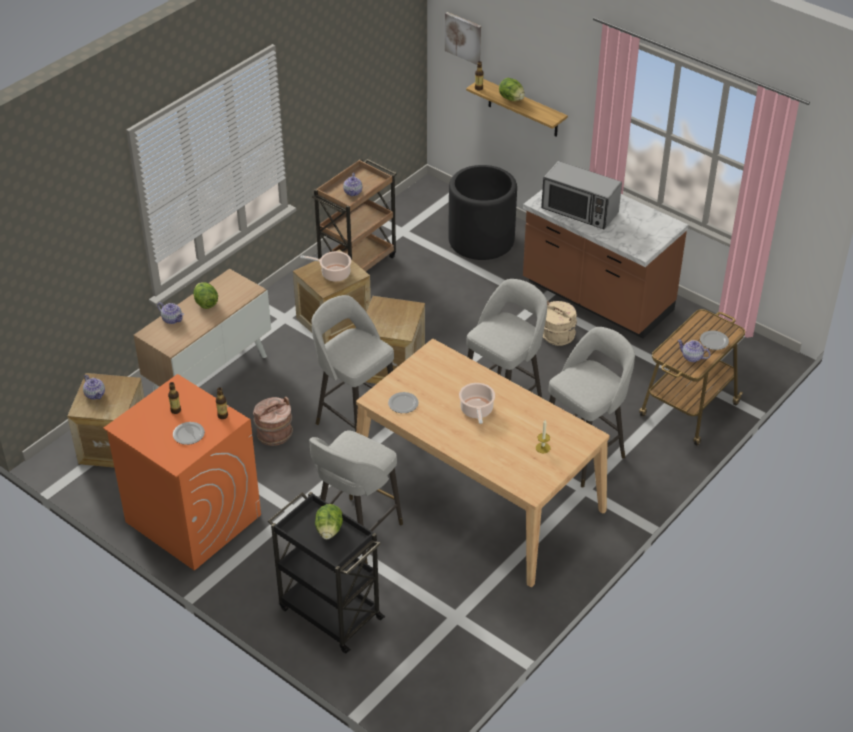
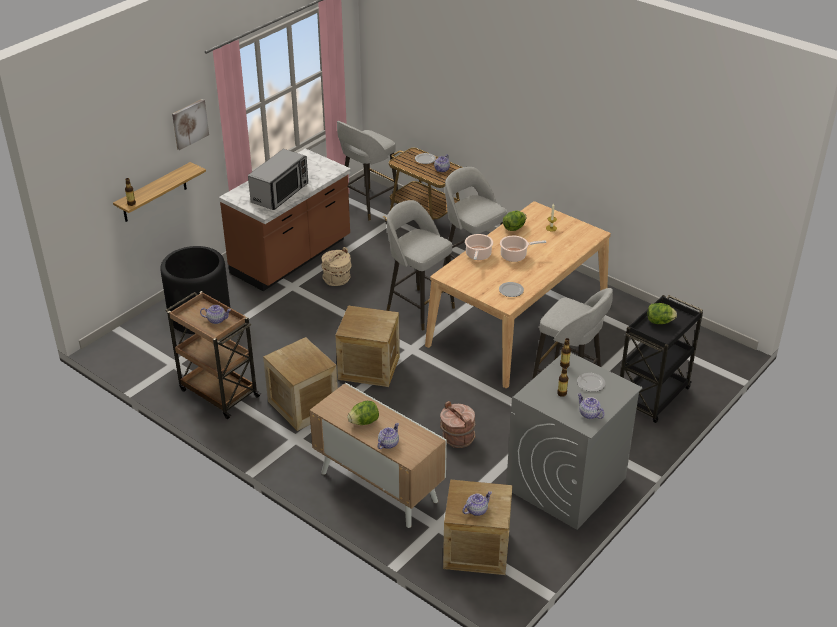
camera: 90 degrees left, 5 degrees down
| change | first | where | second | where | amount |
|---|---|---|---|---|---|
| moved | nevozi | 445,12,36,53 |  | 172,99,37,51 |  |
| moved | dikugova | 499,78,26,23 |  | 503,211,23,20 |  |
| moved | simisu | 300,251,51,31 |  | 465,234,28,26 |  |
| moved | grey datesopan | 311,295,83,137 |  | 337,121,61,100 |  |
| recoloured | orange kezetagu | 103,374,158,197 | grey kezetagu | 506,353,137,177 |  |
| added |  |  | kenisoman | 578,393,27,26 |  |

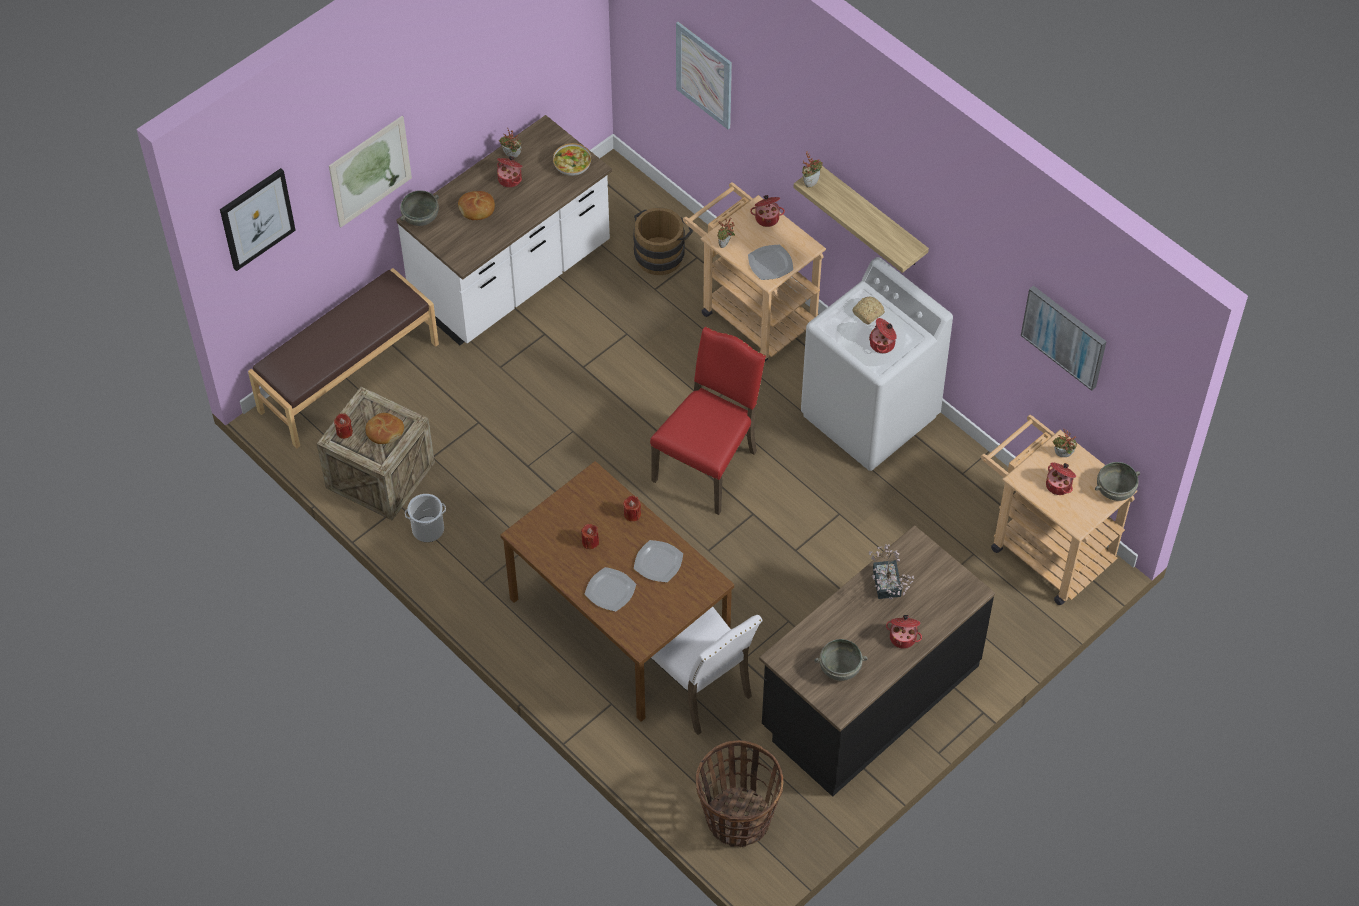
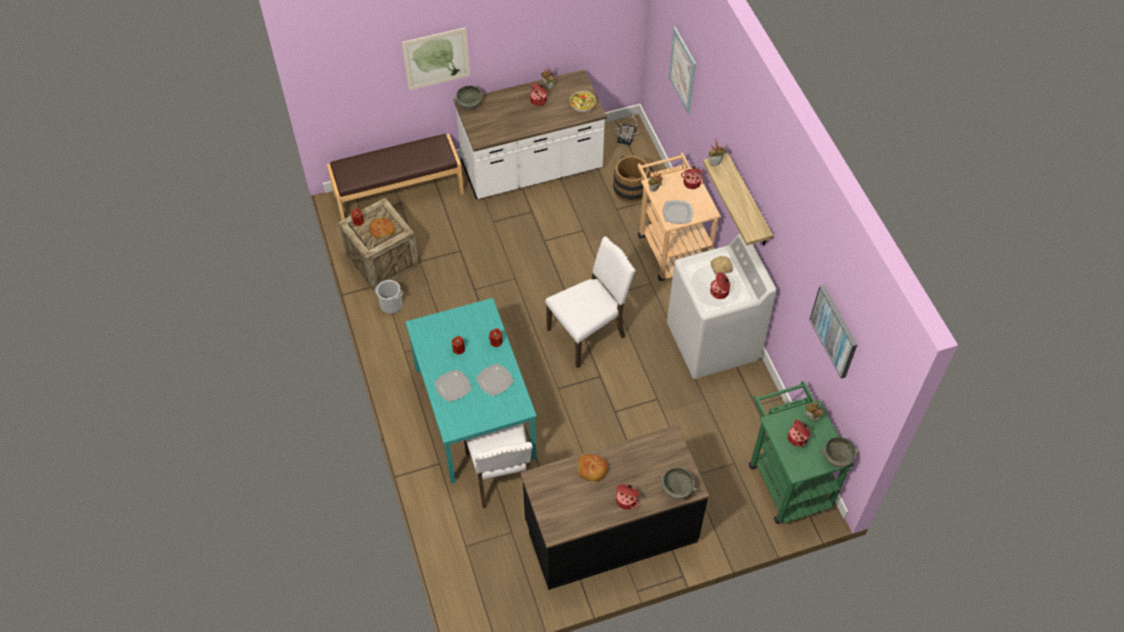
camera: 25 degrees right, 0 degrees up
| change | first | where | second | where | amount |
|---|---|---|---|---|---|
| removed | nevozi | 220,168,76,103 |  |  |  |
| moved | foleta | 458,191,37,29 |  | 578,454,29,27 |  |
| recoloured | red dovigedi | 650,327,116,188 | white dovigedi | 545,236,91,132 |  |
| recoloured | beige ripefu | 981,415,156,190 | green ripefu | 749,381,105,143 |  |
| recoloured | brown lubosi | 500,461,234,261 | turquoise lubosi | 405,298,132,186 |  |
| moved | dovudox | 869,544,45,55 |  | 614,113,24,33 |  |
| moved | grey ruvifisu | 814,639,54,42 |  | 659,468,38,32 |  |
| removed | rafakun | 696,740,87,107 |  |  |  |

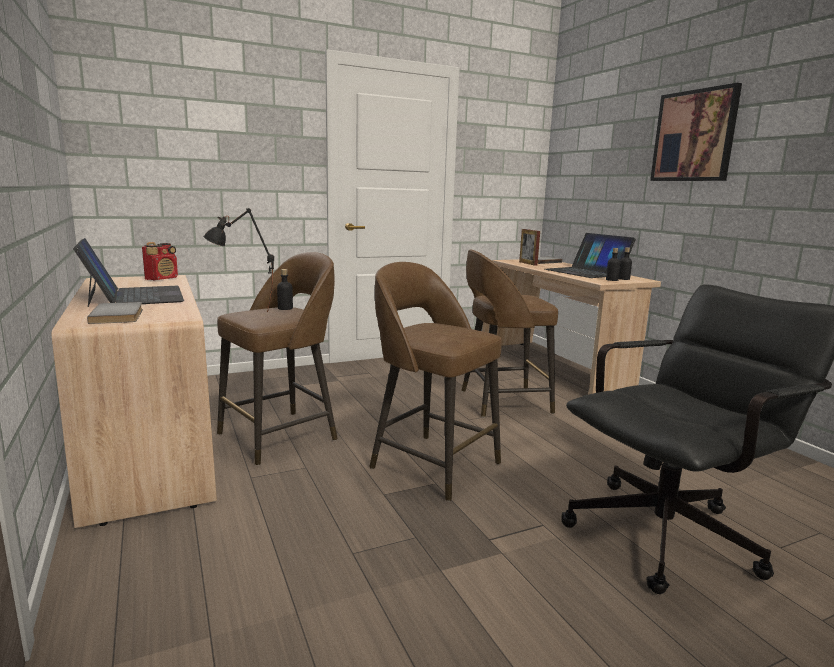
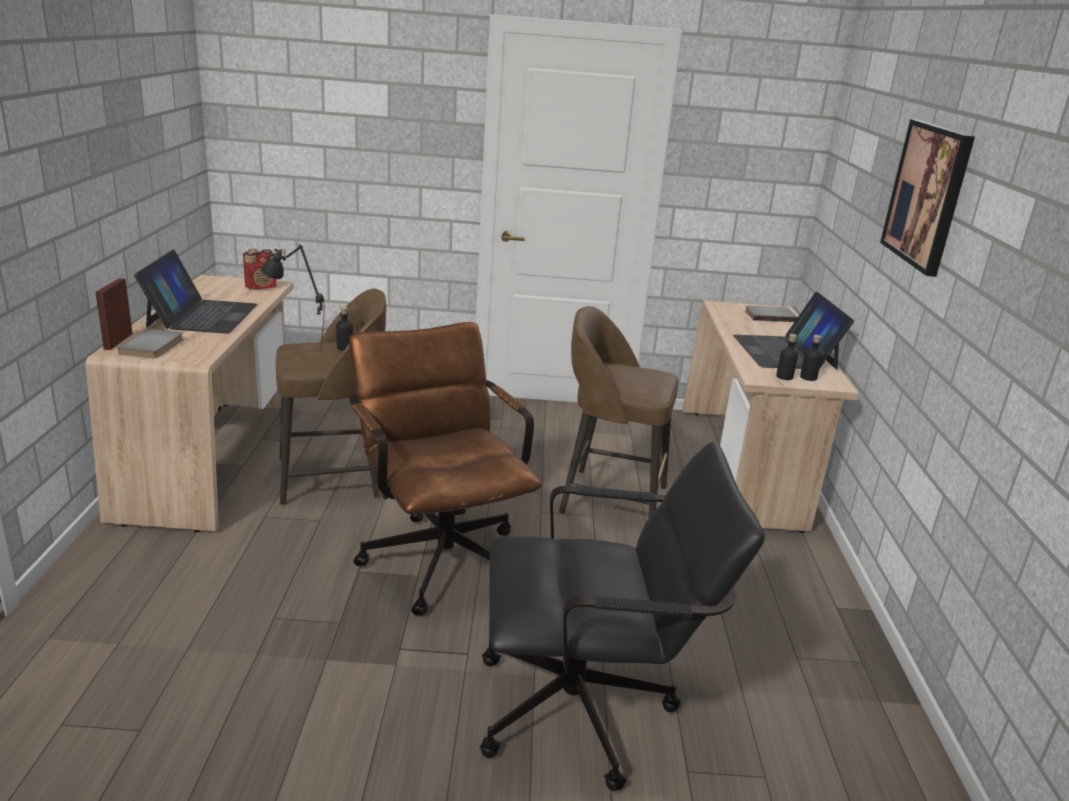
camera: 25 degrees right, 10 degrees up
| change | first | where | second | where | amount |
|---|---|---|---|---|---|
| moved | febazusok | 519,229,21,37 |  | 95,278,38,72 |  |
| replaced | brown datesopan | 369,262,133,239 | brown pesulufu | 349,322,193,294 |  |

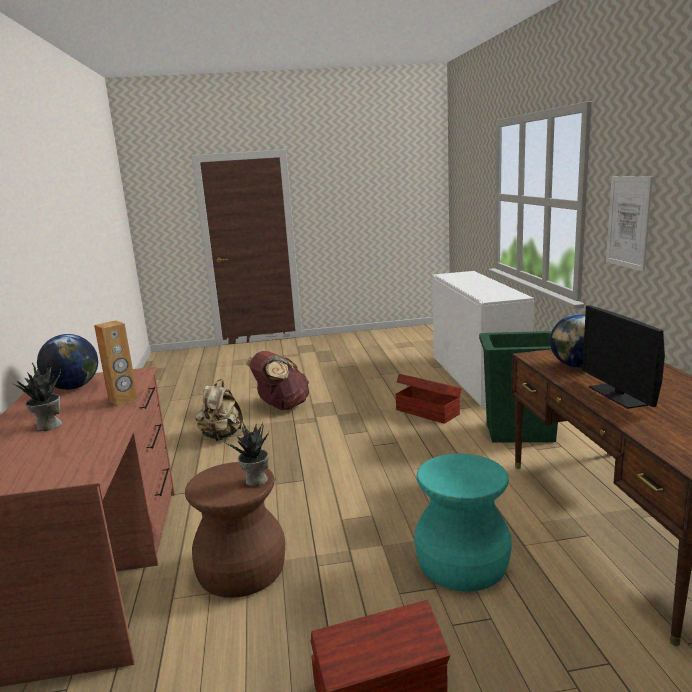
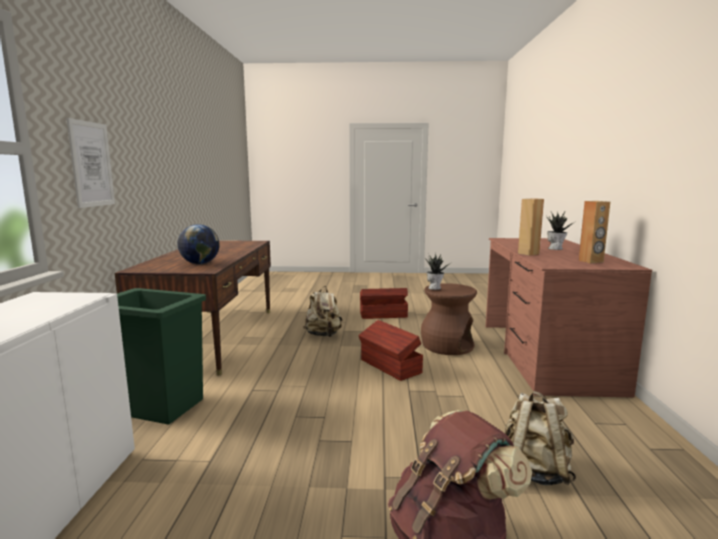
camera: 170 degrees left, 5 degrees down
| change | first | where | second | where | amount |
|---|---|---|---|---|---|
| removed | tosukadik | 582,305,83,104 |  |  |  |
| replaced | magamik | 37,334,61,56 | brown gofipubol | 578,201,32,62 |  |
| moved | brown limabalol | 396,374,66,50 |  | 358,320,65,61 |  |
| replaced | turquoise datesopan | 415,453,96,139 | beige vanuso | 303,286,40,51 |  |

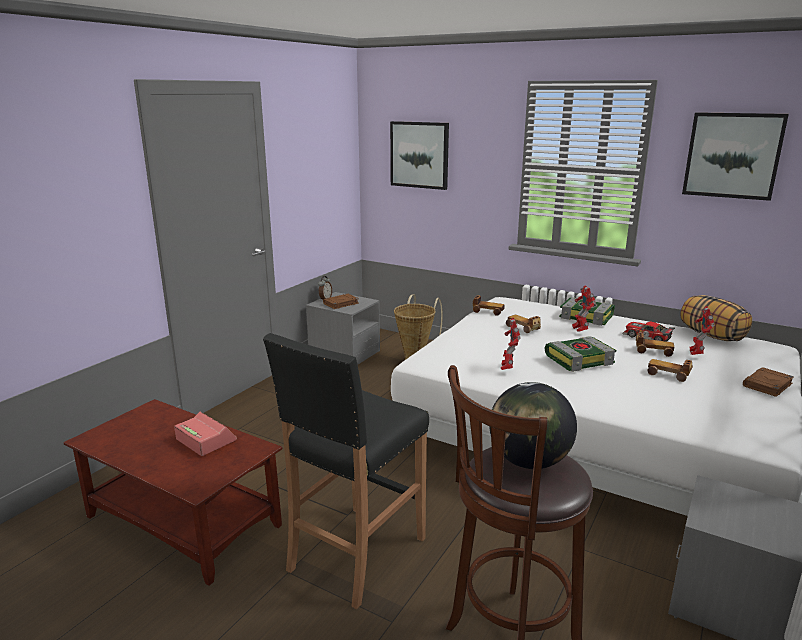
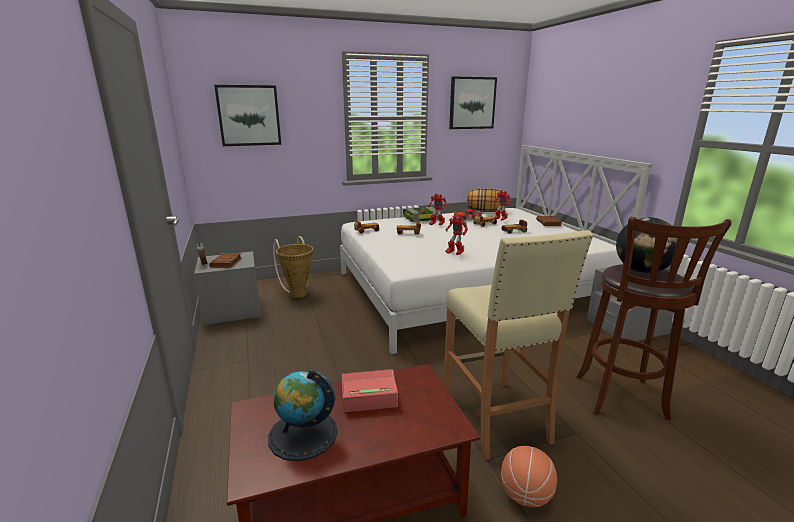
camera: 50 degrees left, 0 degrees up
| change | first | where | second | where | amount |
|---|---|---|---|---|---|
| recoloured | black datesopan | 263,333,166,276 | beige datesopan | 443,230,150,230 |  |
| removed | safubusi | 545,336,71,36 |  |  |  |
| added |  |  | magamik | 268,369,70,92 |  |
| added |  |  | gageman | 501,446,56,61 |  |

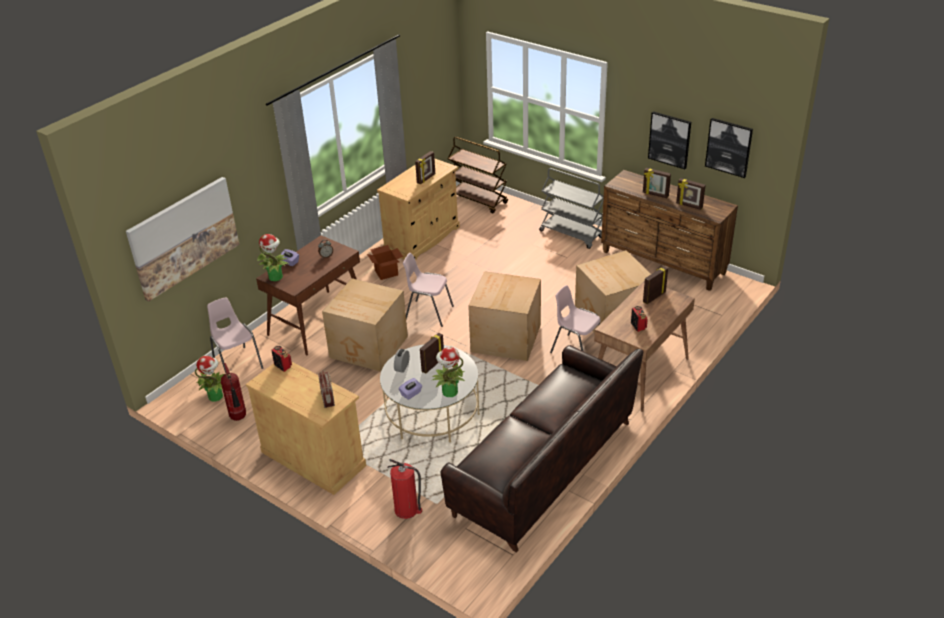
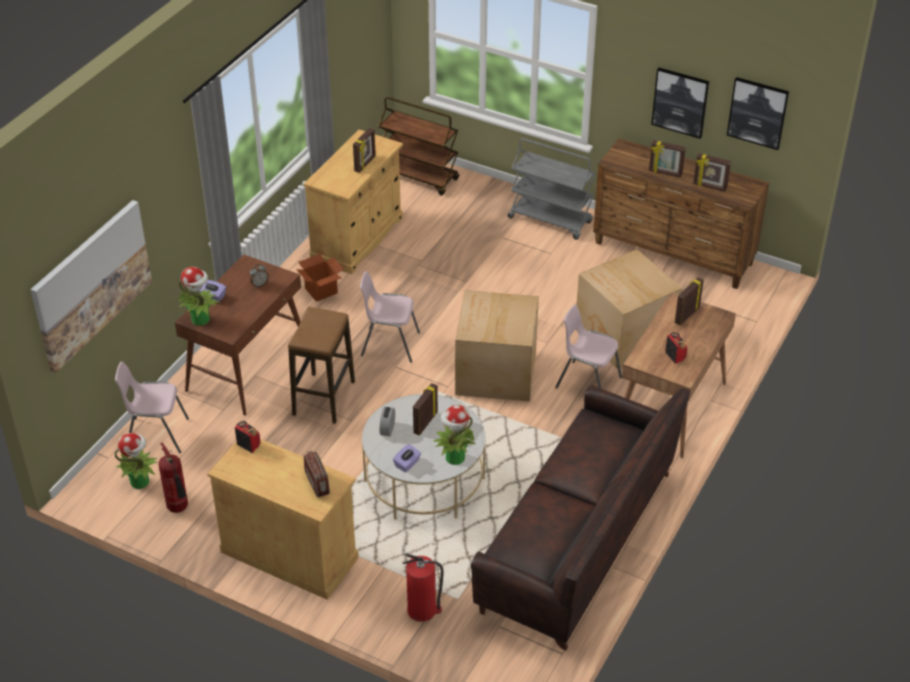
camera: 10 degrees left, 5 degrees up
| change | first | where | second | where | amount |
|---|---|---|---|---|---|
| replaced | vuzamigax | 322,278,86,94 | datesopan | 288,307,67,117 |  |
| turned | pink dovigedi | 207,297,56,76 |  | 115,362,74,91 | 45 degrees counterclockwise |

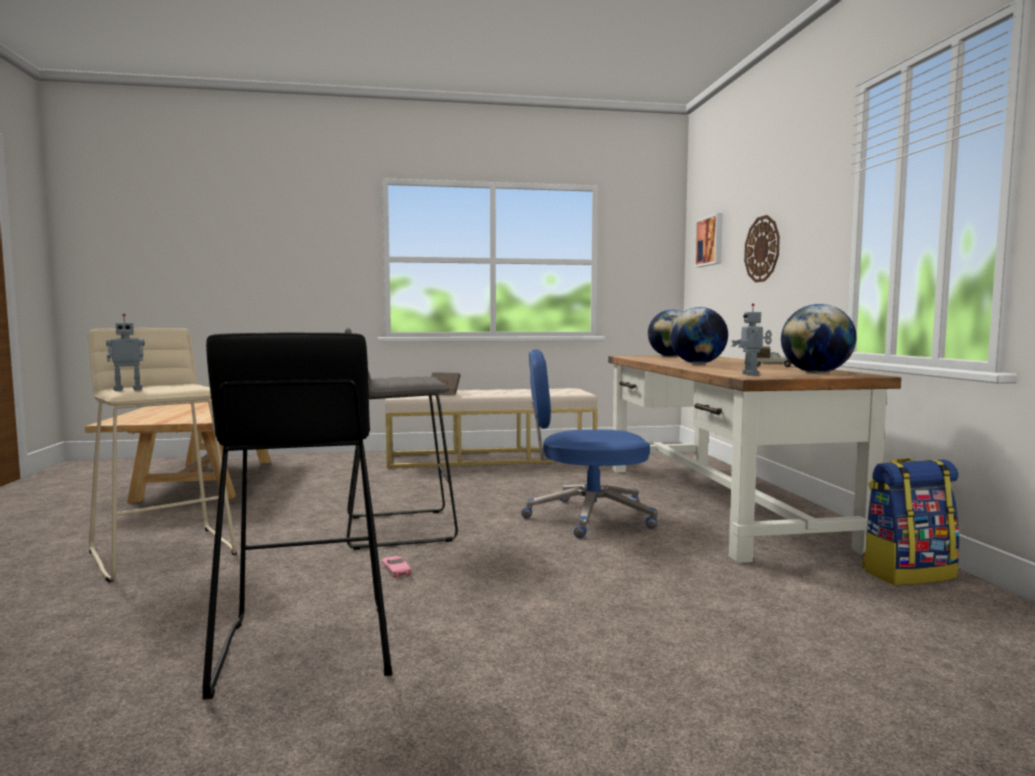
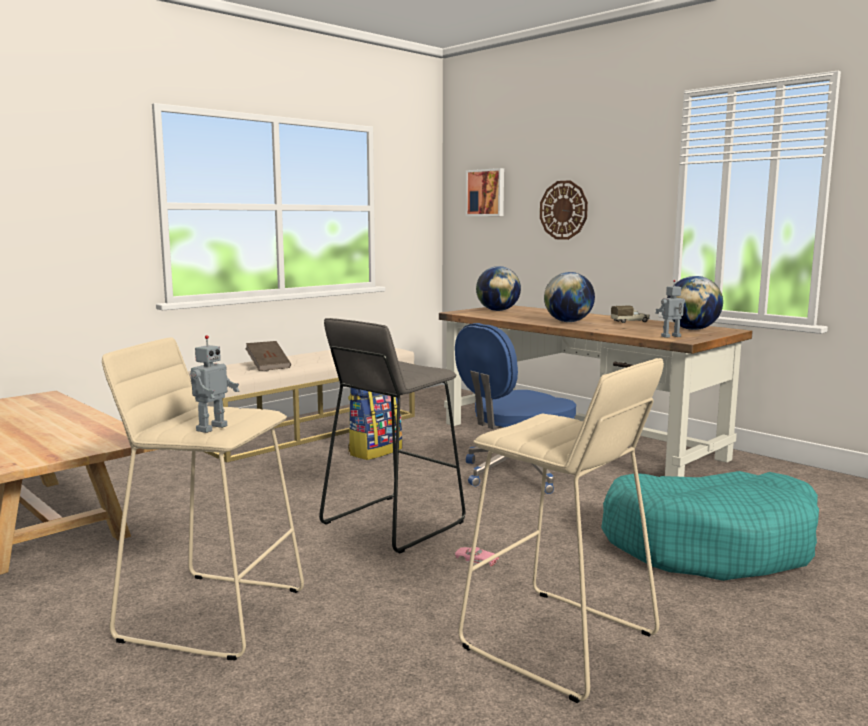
camera: 35 degrees left, 5 degrees up
| change | first | where | second | where | amount |
|---|---|---|---|---|---|
| turned | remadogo | 732,303,40,73 |  | 656,280,29,58 | 105 degrees clockwise |
| recoloured | black datesopan | 202,332,190,368 | beige datesopan | 458,358,206,345 |  |
| moved | vanuso | 862,458,97,127 |  | 348,388,54,72 |  |
| added |  |  | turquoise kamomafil | 601,471,218,110 |  |

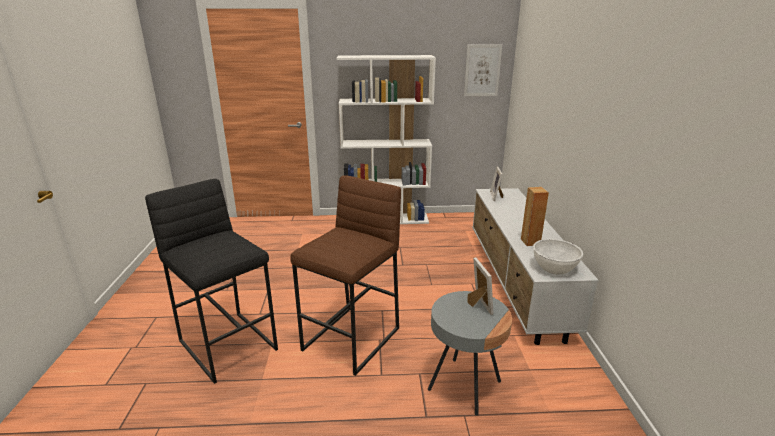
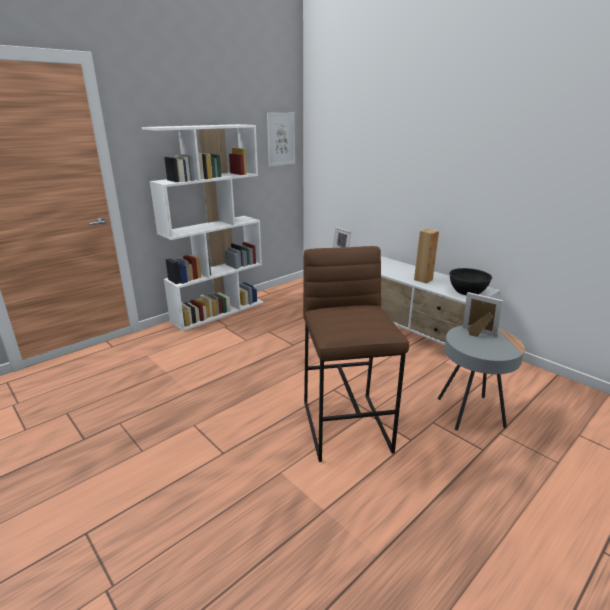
camera: 40 degrees left, 0 degrees up
| change | first | where | second | where | amount |
|---|---|---|---|---|---|
| removed | black datesopan | 145,179,133,205 |  |  |  |
| recoloured | white ruvifisu | 533,239,50,36 | black ruvifisu | 449,268,43,27 |  |

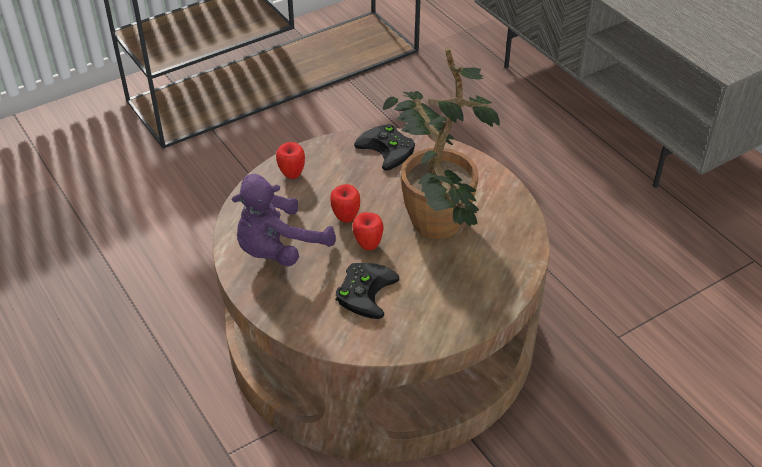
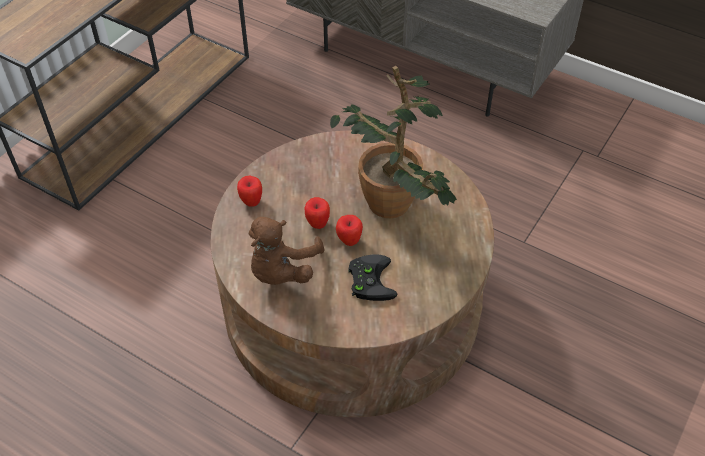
camera: 25 degrees left, 5 degrees up
| change | first | where | second | where | amount |
|---|---|---|---|---|---|
| removed | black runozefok | 354,124,61,47 |  |  |  |
| recoloured | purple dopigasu | 231,174,105,93 | brown dopigasu | 249,217,75,68 |  |

